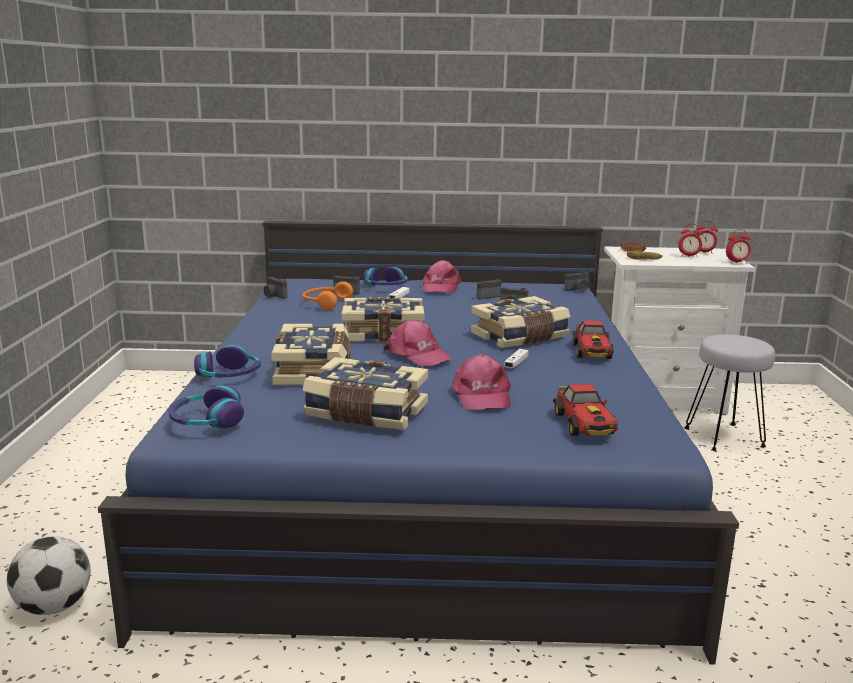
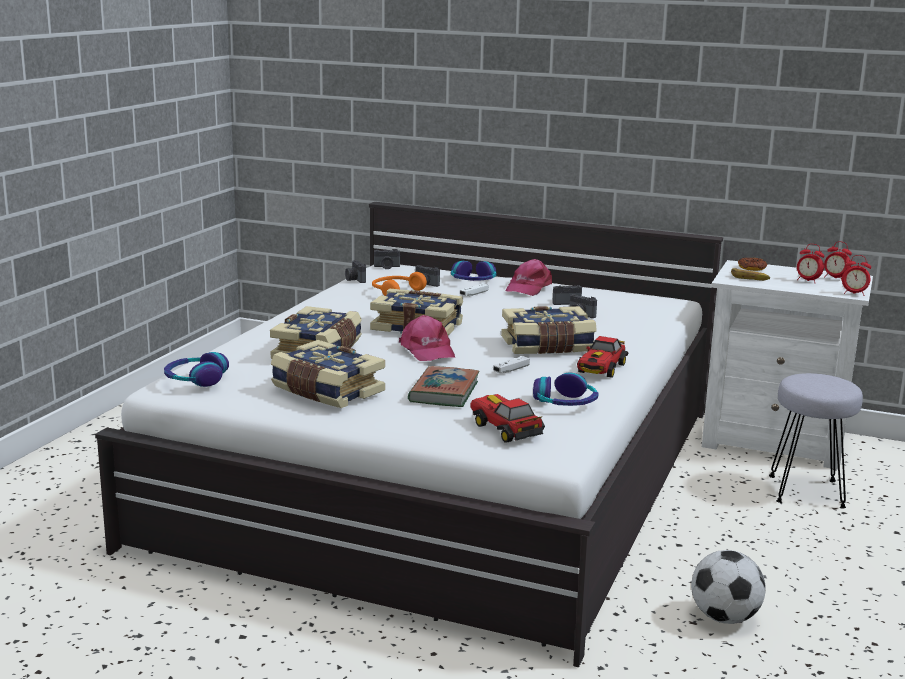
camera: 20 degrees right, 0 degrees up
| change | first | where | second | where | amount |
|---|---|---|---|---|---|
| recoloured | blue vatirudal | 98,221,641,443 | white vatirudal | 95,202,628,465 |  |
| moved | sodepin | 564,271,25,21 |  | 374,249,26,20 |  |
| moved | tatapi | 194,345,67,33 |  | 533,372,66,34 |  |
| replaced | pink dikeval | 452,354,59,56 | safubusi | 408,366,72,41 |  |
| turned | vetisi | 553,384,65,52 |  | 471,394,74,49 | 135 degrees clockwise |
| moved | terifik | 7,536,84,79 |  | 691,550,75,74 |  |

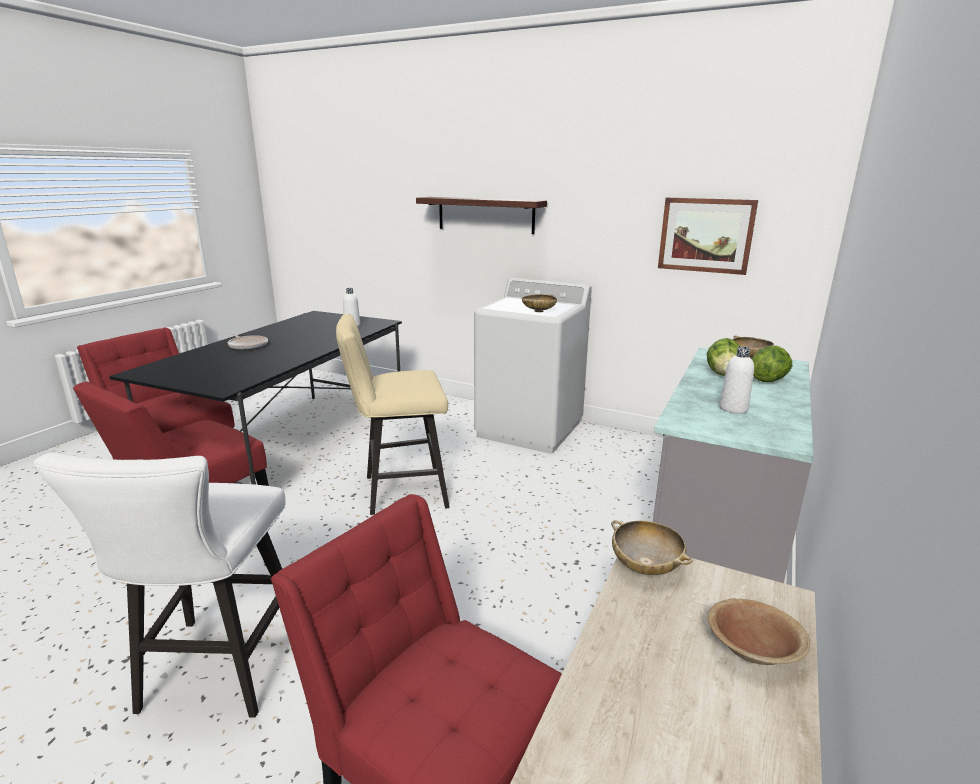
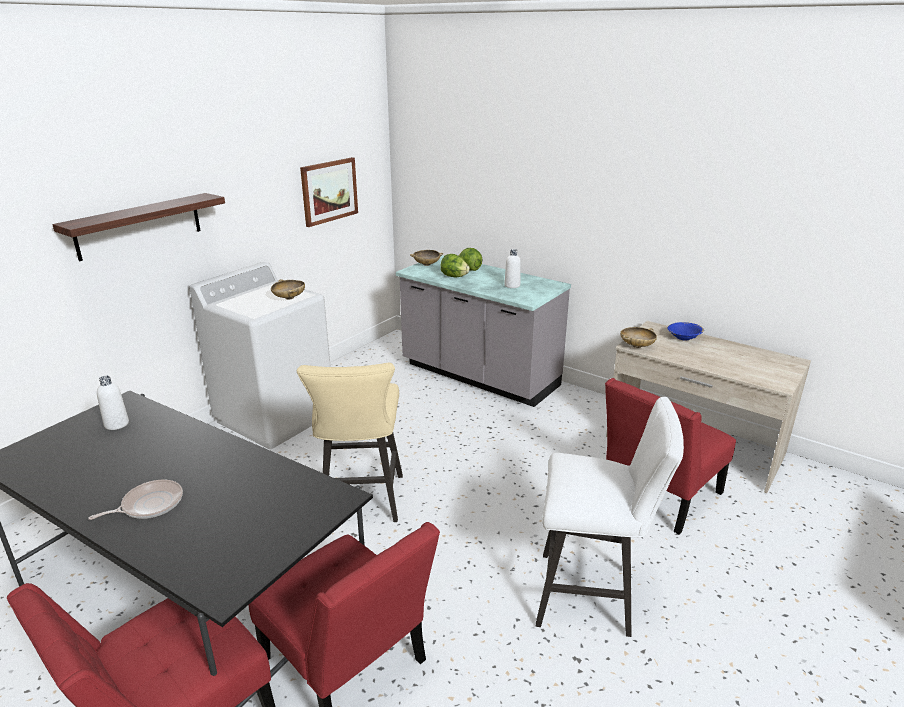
camera: 80 degrees left, 5 degrees up
| change | first | where | second | where | amount |
|---|---|---|---|---|---|
| recoloured | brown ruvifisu | 708,598,102,67 | blue ruvifisu | 668,322,36,19 |  |

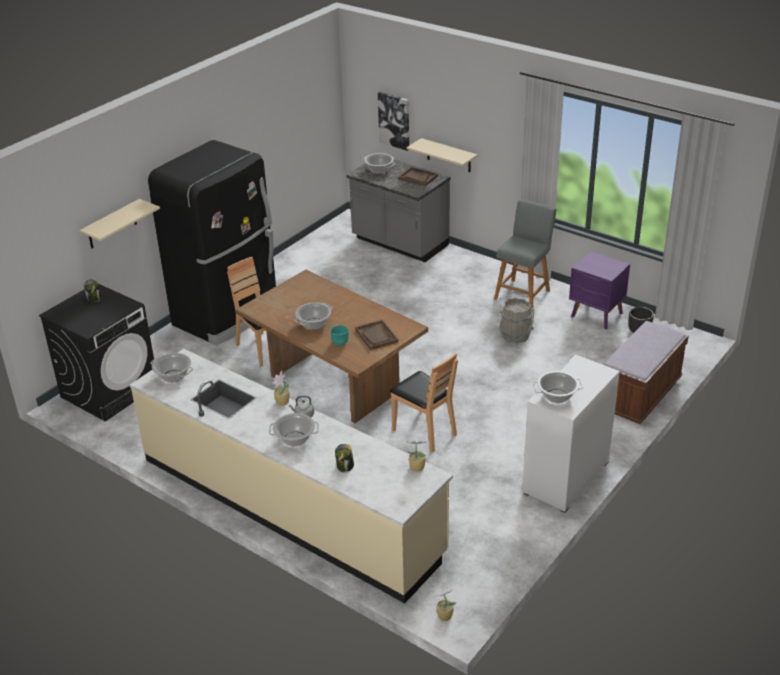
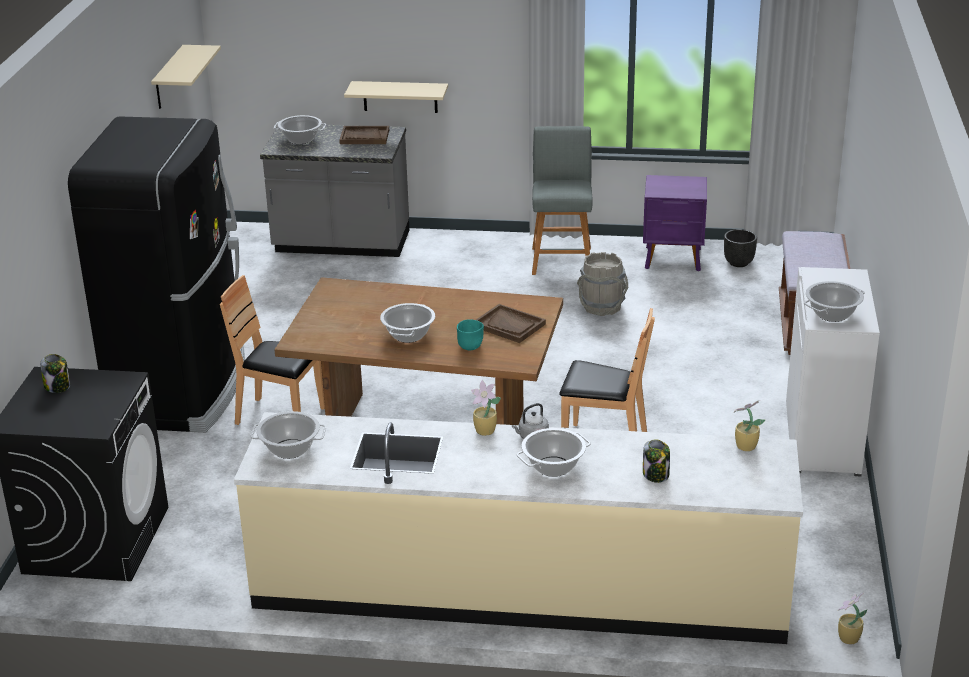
camera: 30 degrees left, 5 degrees down
| change | first | where | second | where | amount |
|---|---|---|---|---|---|
| removed | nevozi | 378,92,31,59 |  |  |  |
| moved | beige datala | 79,199,81,49 |  | 151,45,70,64 |  |

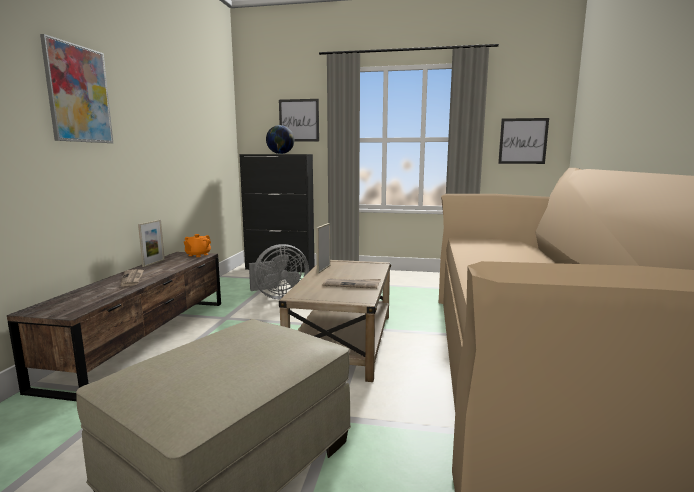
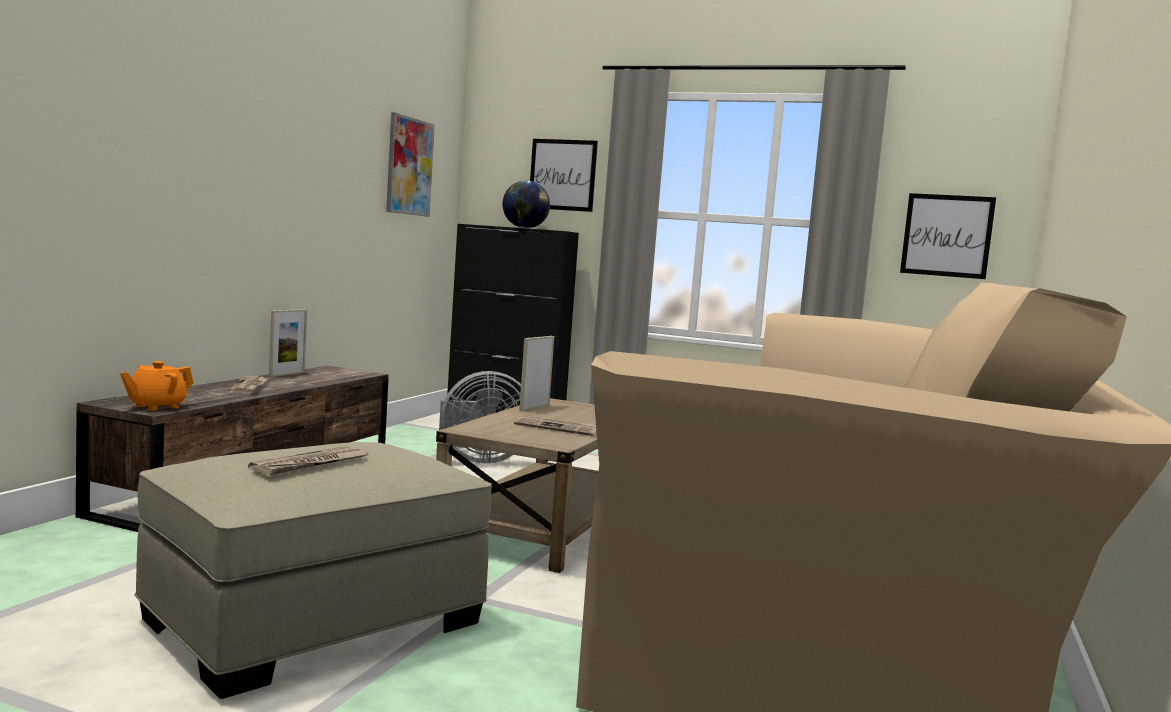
camera: 10 degrees right, 5 degrees down
| change | first | where | second | where | amount |
|---|---|---|---|---|---|
| moved | nevozi | 40,34,73,109 |  | 386,112,49,105 |  |
| moved | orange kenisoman | 184,234,27,23 |  | 120,361,74,50 |  |
| added |  |  | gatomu | 248,446,121,30 |  |

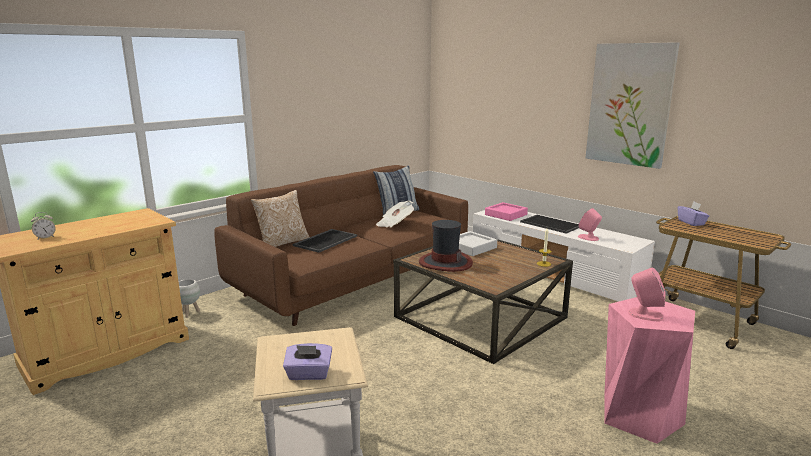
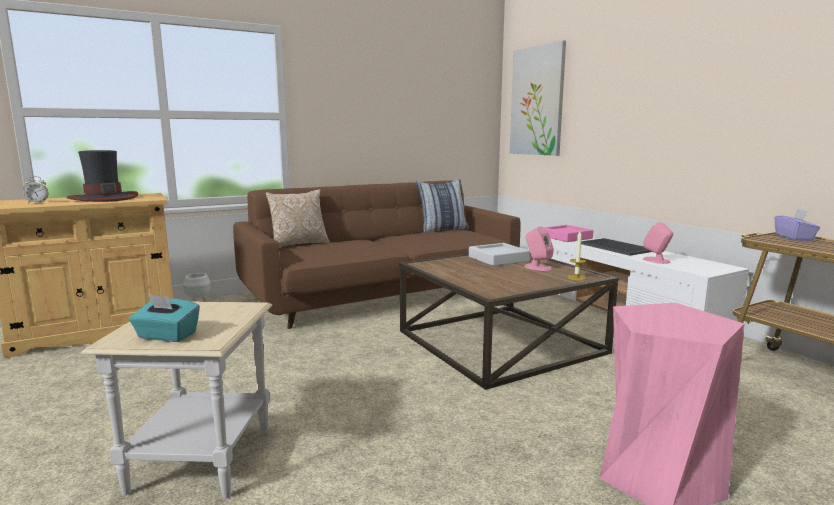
camera: 15 degrees right, 5 degrees down
| change | first | where | second | where | amount |
|---|---|---|---|---|---|
| moved | nevozi | 585,42,94,127 |  | 510,40,56,116 |  |
| removed | gatomu | 376,201,38,27 |  |  |  |
| moved | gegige | 419,220,54,52 |  | 67,150,71,52 |  |
| removed | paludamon | 293,229,64,24 |  |  |  |
| moved | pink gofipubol | 628,268,37,53 |  | 524,226,30,45 |  |
| recoloured | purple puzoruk | 283,343,49,37 | turquoise puzoruk | 129,294,71,48 |  |

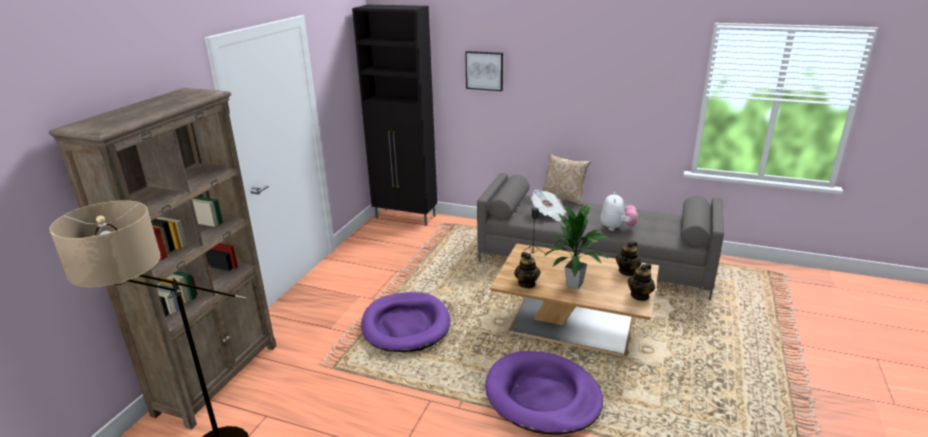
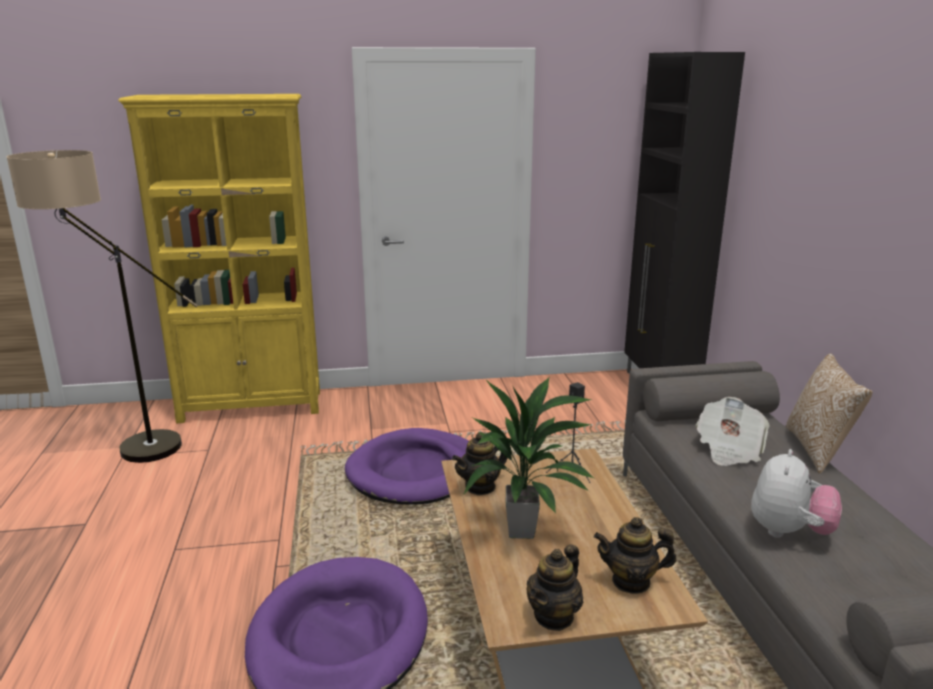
camera: 60 degrees right, 5 degrees down
| change | first | where | second | where | amount |
|---|---|---|---|---|---|
| removed | nevozi | 465,51,38,40 |  |  |  |
| recoloured | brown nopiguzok | 49,88,227,341 | yellow nopiguzok | 118,94,202,330 |  |
| turned | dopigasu | 600,192,38,39 |  | 751,449,91,89 | 45 degrees counterclockwise |
| turned | kenisoman | 628,263,27,38 |  | 527,544,56,87 | 60 degrees counterclockwise |

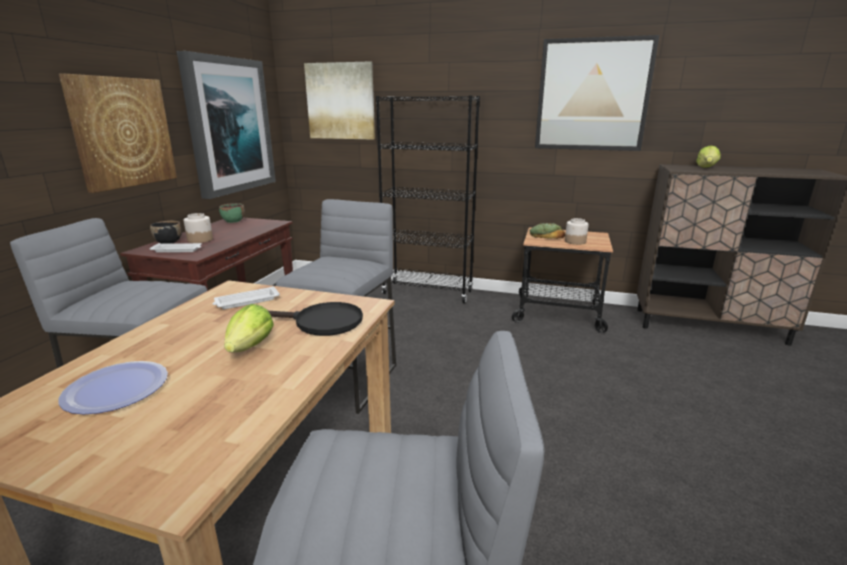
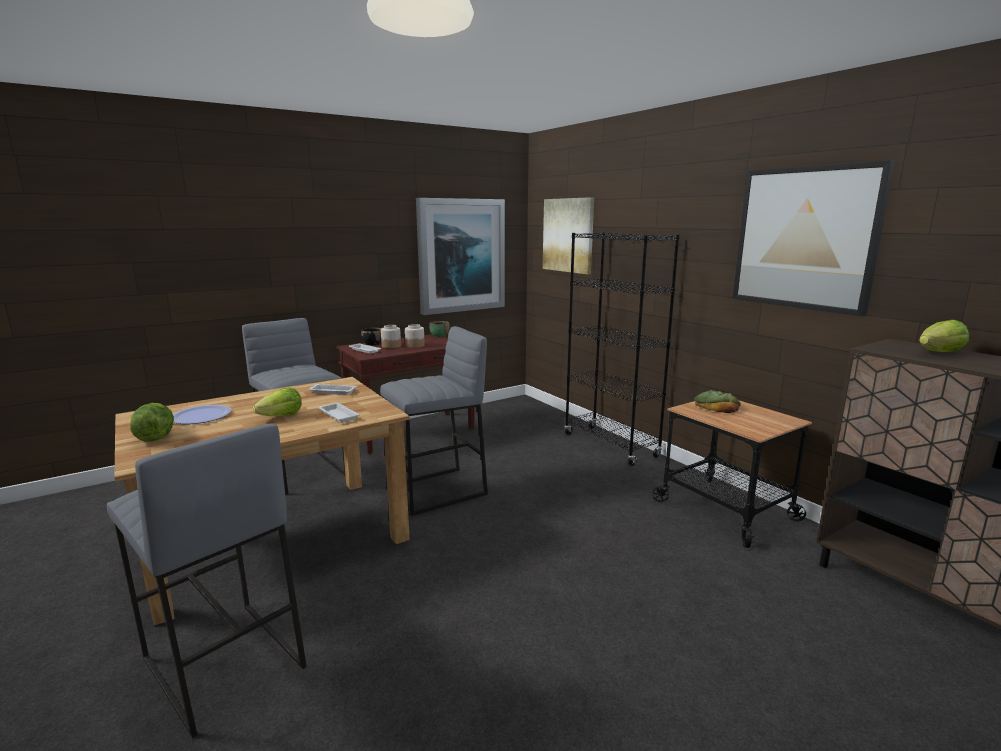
camera: 40 degrees right, 5 degrees down
| change | first | where | second | where | amount |
|---|---|---|---|---|---|
| removed | nevozi | 59,74,118,119 |  |  |  |
| moved | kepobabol | 565,218,24,27 |  | 405,324,20,24 |  |
| replaced | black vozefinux | 268,302,95,34 | white paludamon | 318,403,42,20 |  |
| added |  |  | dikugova | 130,403,44,39 |  |

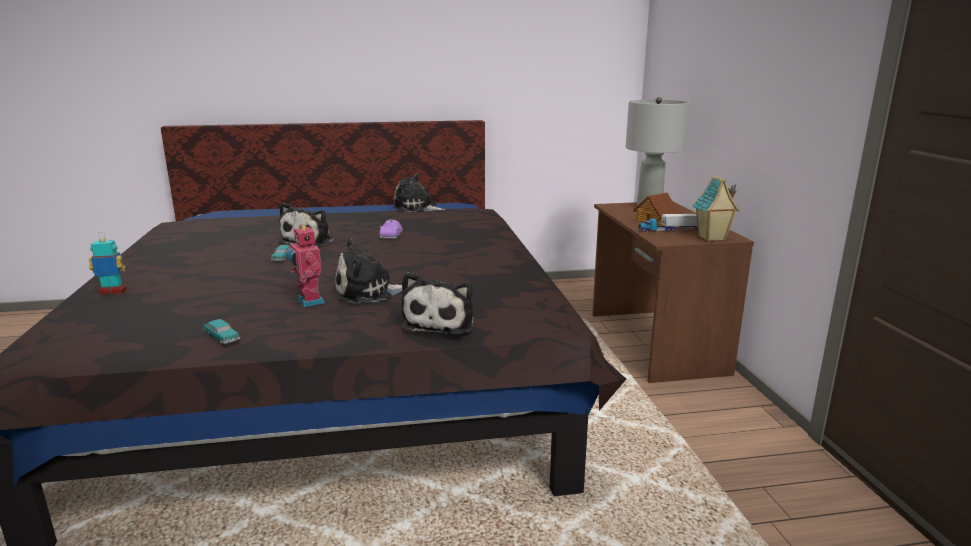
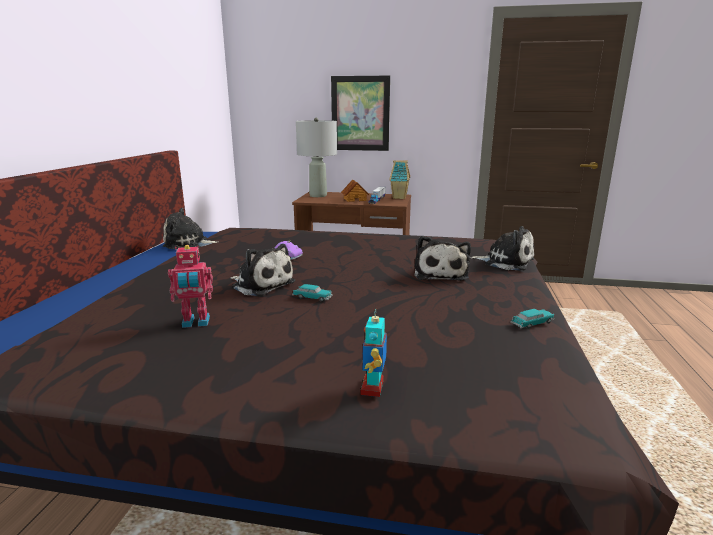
camera: 70 degrees left, 0 degrees up
| change | first | where | second | where | amount |
|---|---|---|---|---|---|
| turned | dopigasu | 393,173,52,39 |  | 163,208,56,41 | 45 degrees clockwise |
| moved | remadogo | 287,225,37,82 |  | 168,245,45,83 |  |
| added |  |  | nevozi | 331,76,59,75 |  |

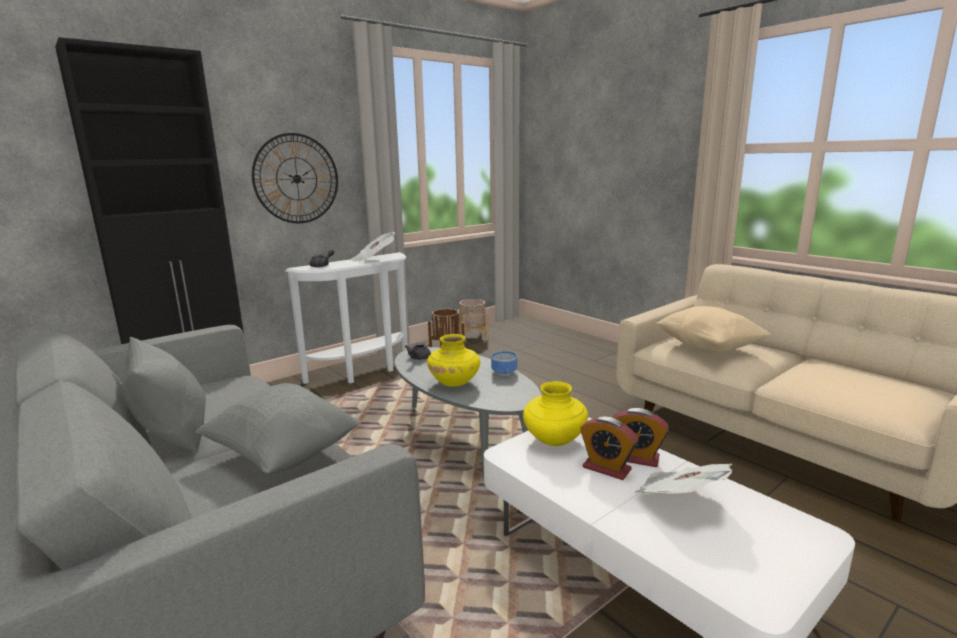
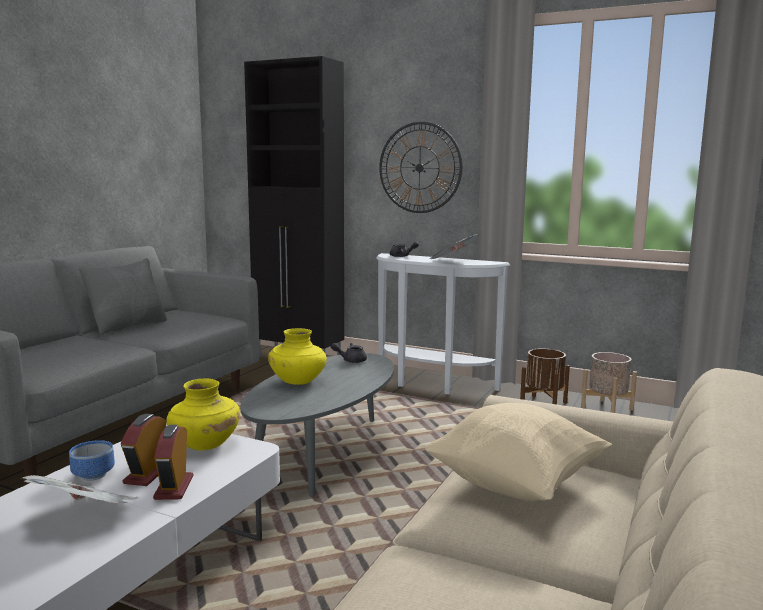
camera: 65 degrees right, 5 degrees down
| change | first | where | second | where | amount |
|---|---|---|---|---|---|
| moved | ruvifisu | 491,351,26,25 |  | 69,440,46,41 |  |
| removed | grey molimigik | 195,383,165,91 |  |  |  |

